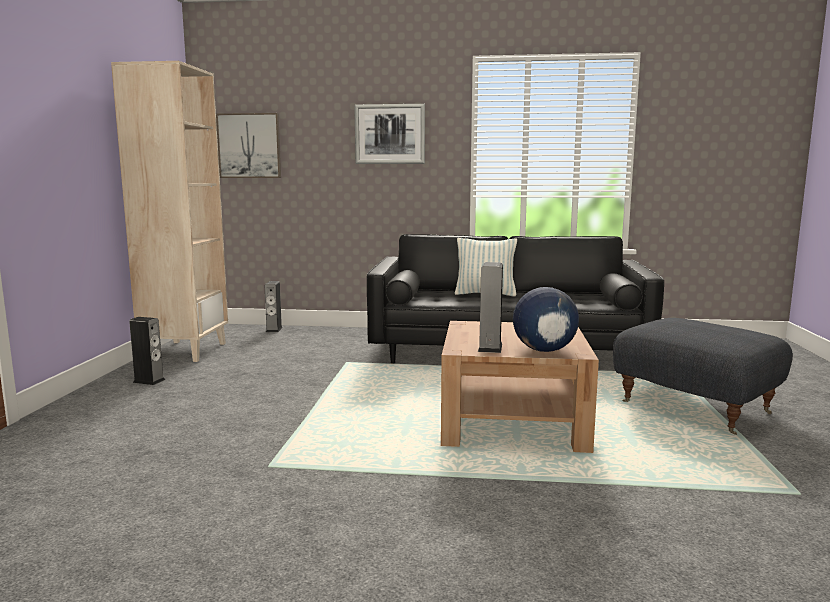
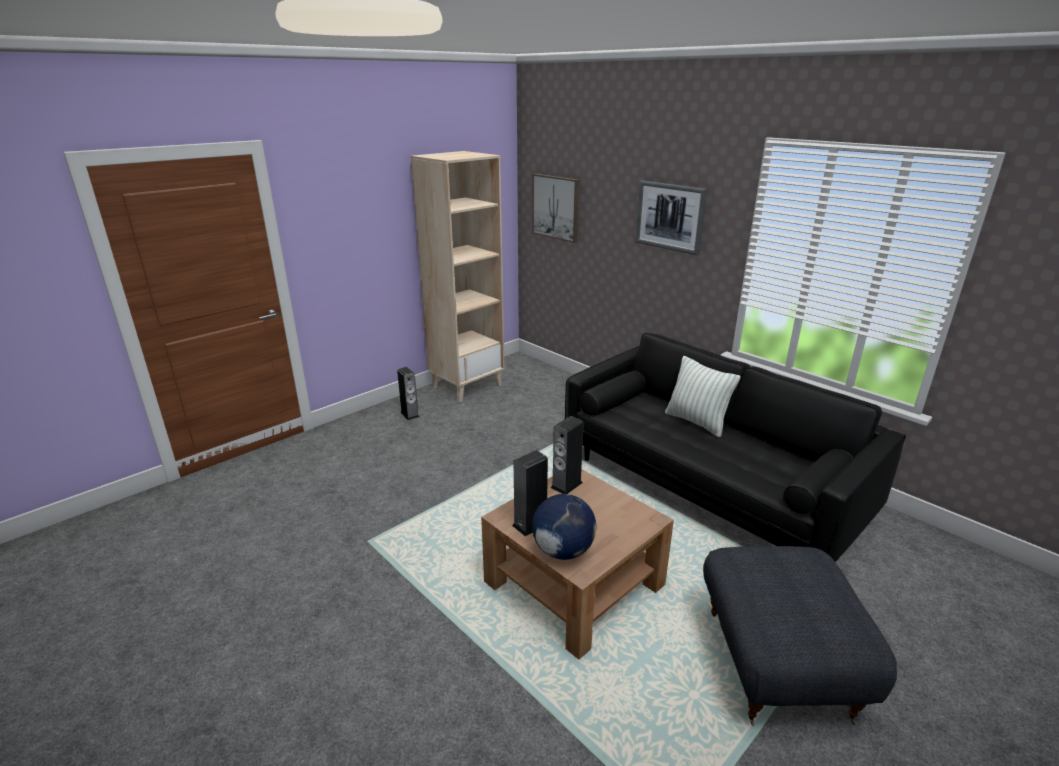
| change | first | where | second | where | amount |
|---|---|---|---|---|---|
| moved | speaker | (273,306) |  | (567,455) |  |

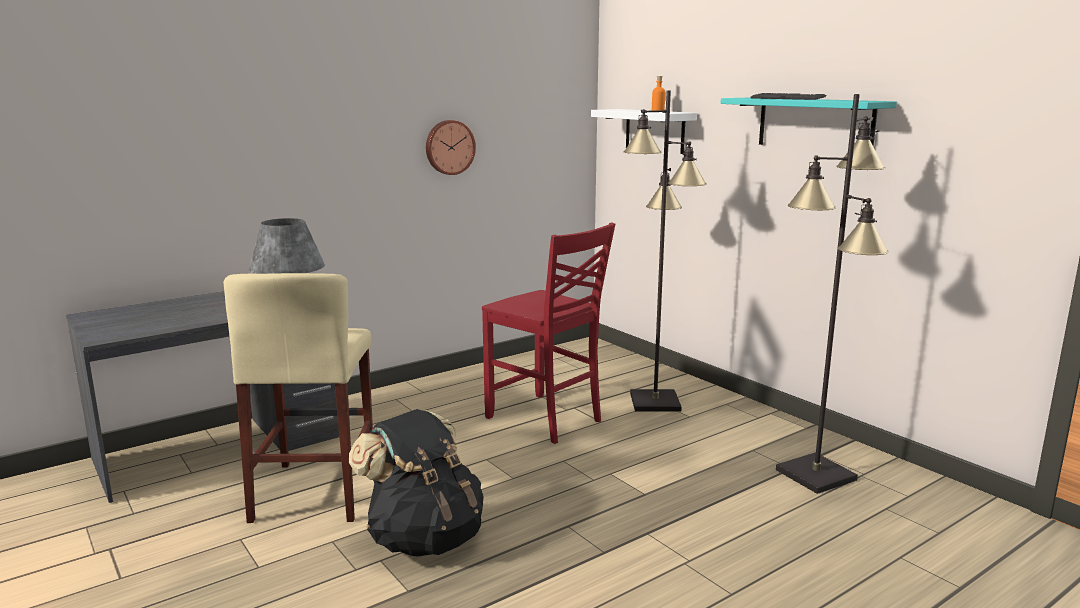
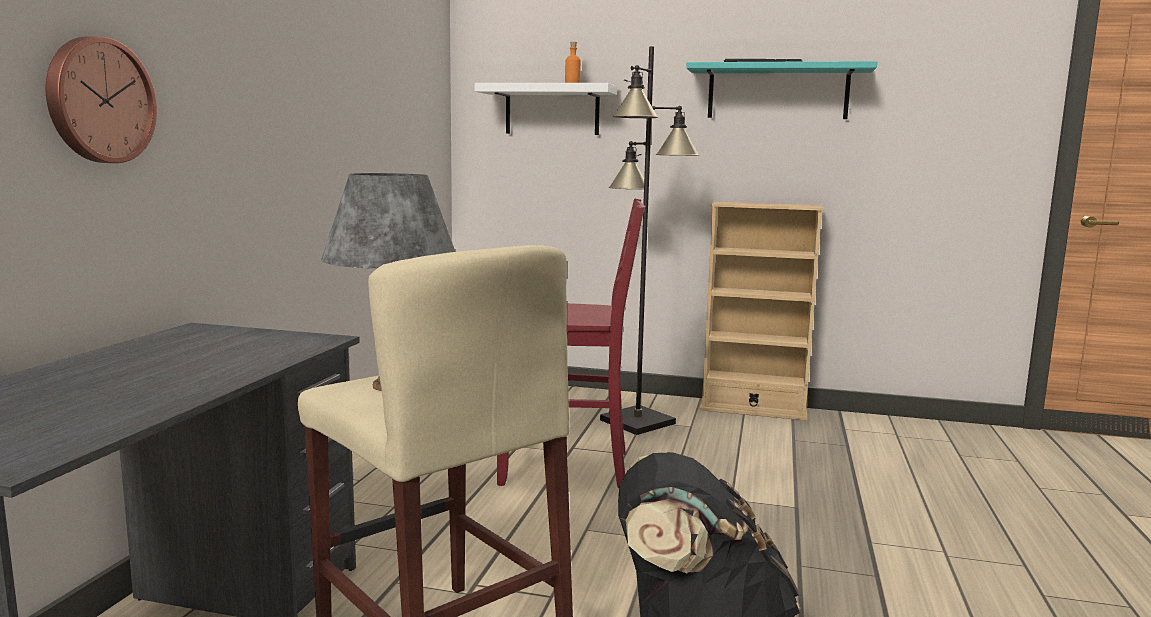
| change | first | where | second | where | amount |
|---|---|---|---|---|---|
| removed | black floor lamp | (832,294) |  |  |  |
| added |  |  | beige bookcase | (762,311) |  |
| moved | wall clock | (451,147) |  | (101,99) |  |

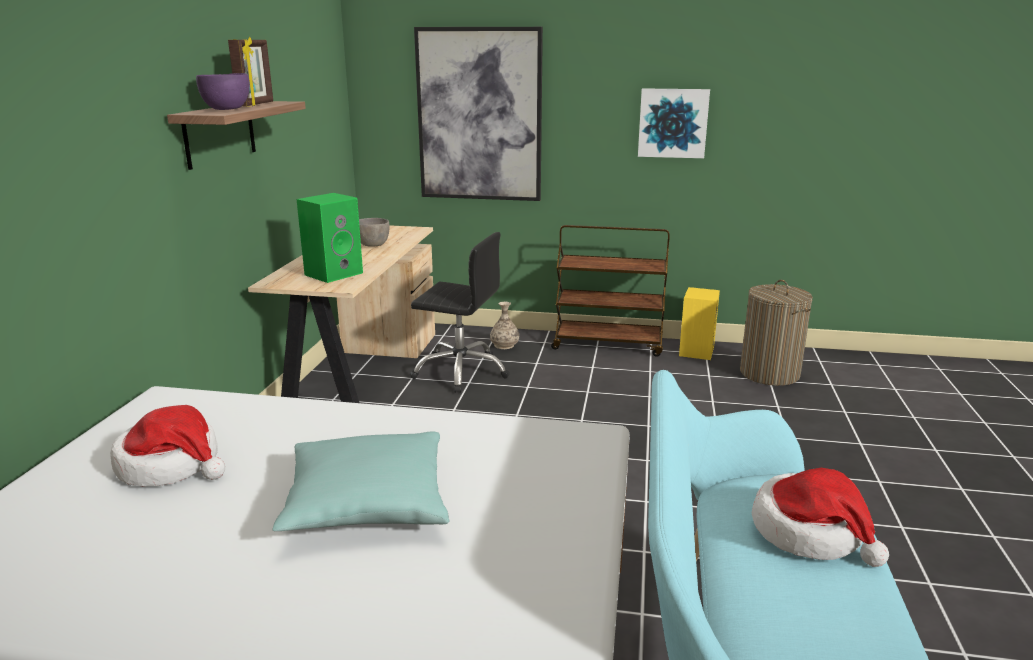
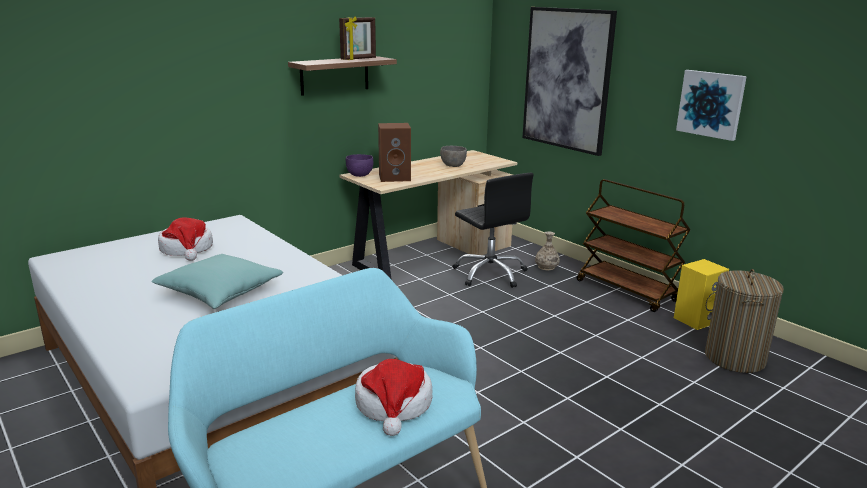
| change | first | where | second | where | amount |
|---|---|---|---|---|---|
| moved | purple bowl | (223,91) |  | (359,165) |  |
| recoloured | green speaker | (329,238) | brown speaker | (394,152) |  |

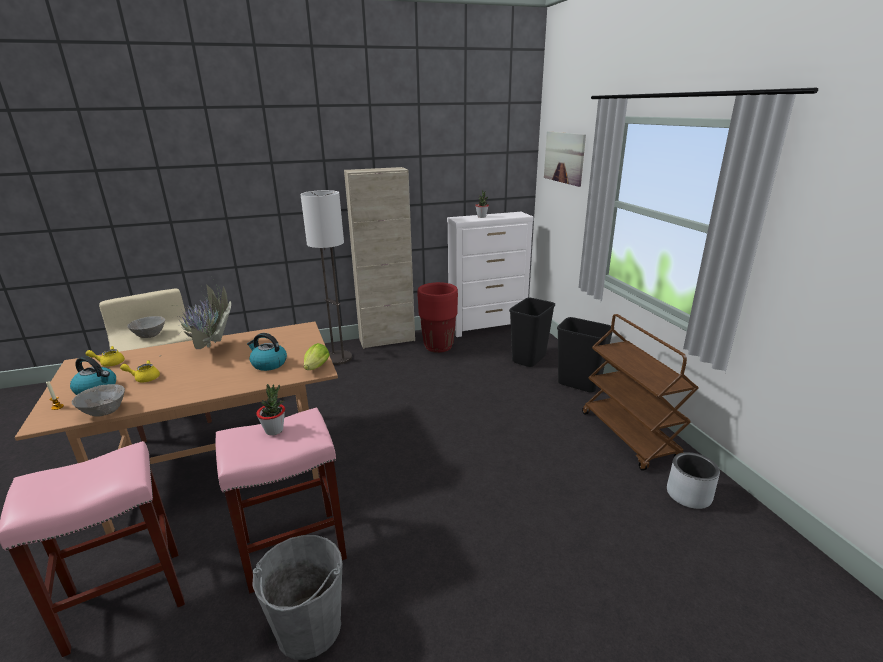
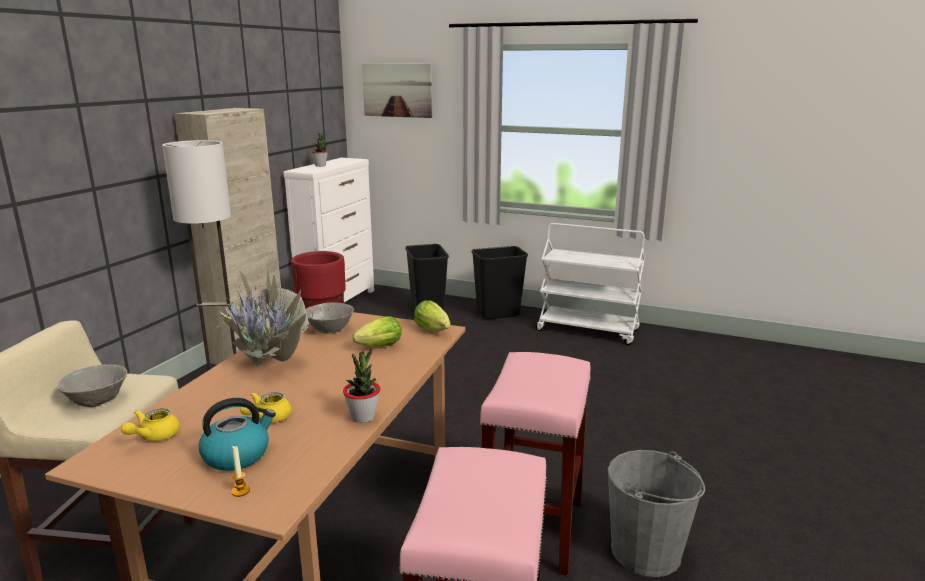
| change | first | where | second | where | amount |
|---|---|---|---|---|---|
| removed | grey planter | (693,480) |  |  |  |
| moved | grey bowl | (98,400) |  | (330,318) |  |
| moved | potted plant | (270,409) |  | (361,385) |  |
| replaced | kettle | (267,352) | lettuce | (377,331) |  |
| recoloured | brown cart | (640,392) | white cart | (590,284) |  |

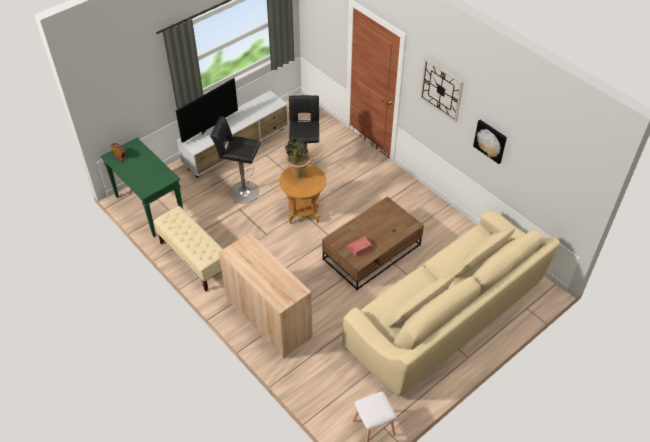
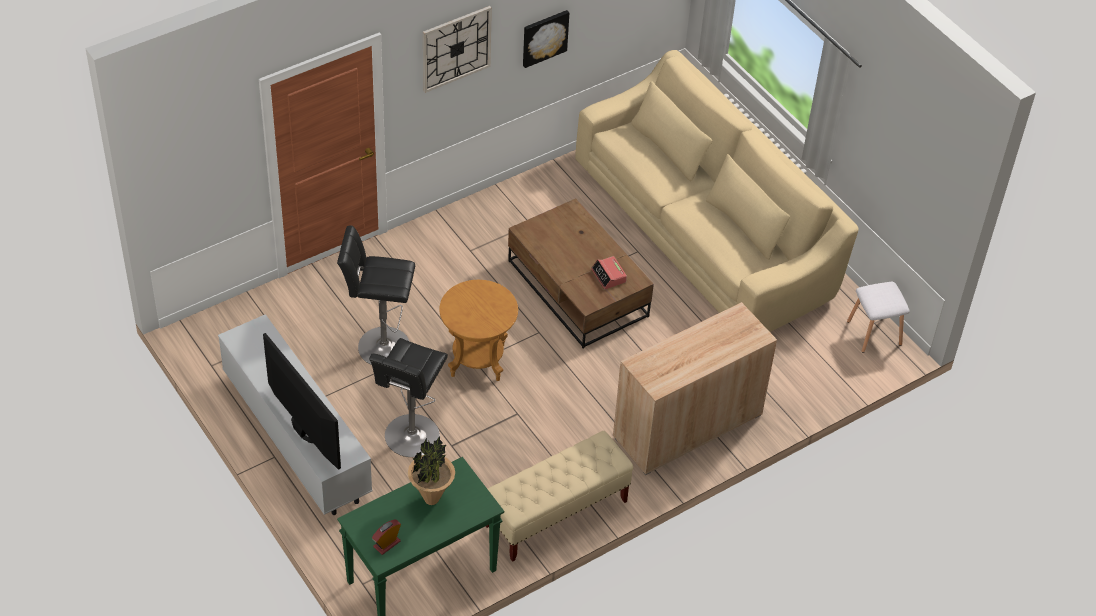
| change | first | where | second | where | amount |
|---|---|---|---|---|---|
| moved | potted plant | (297,158) |  | (431,470) |  |

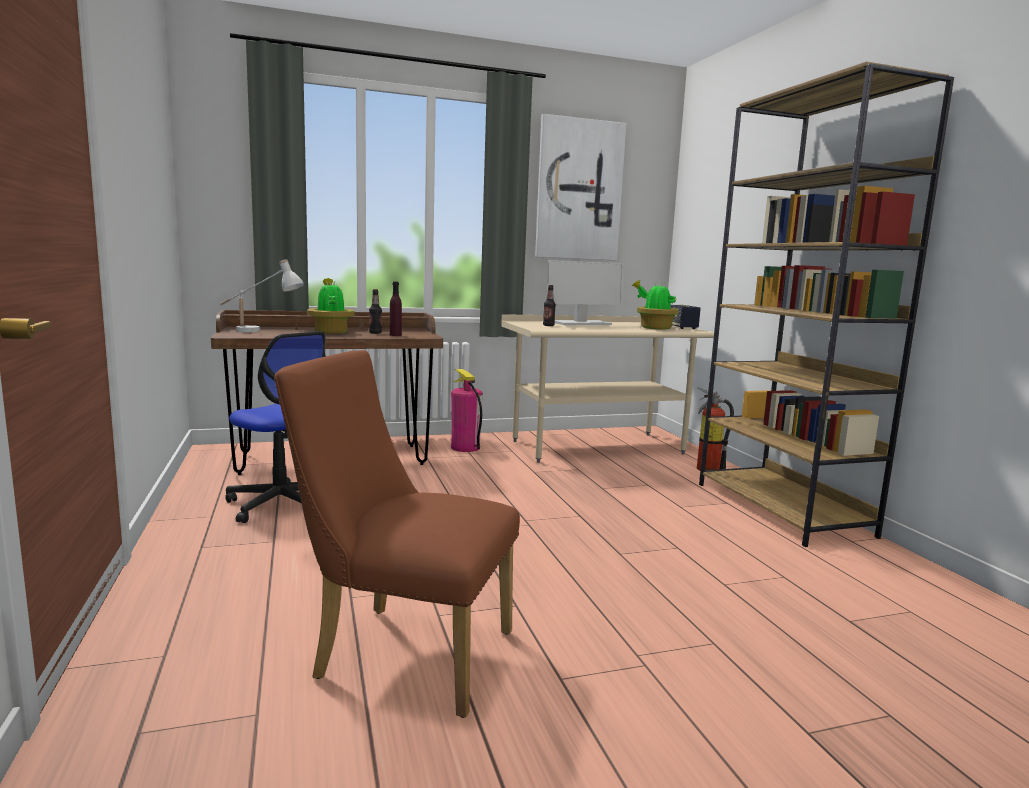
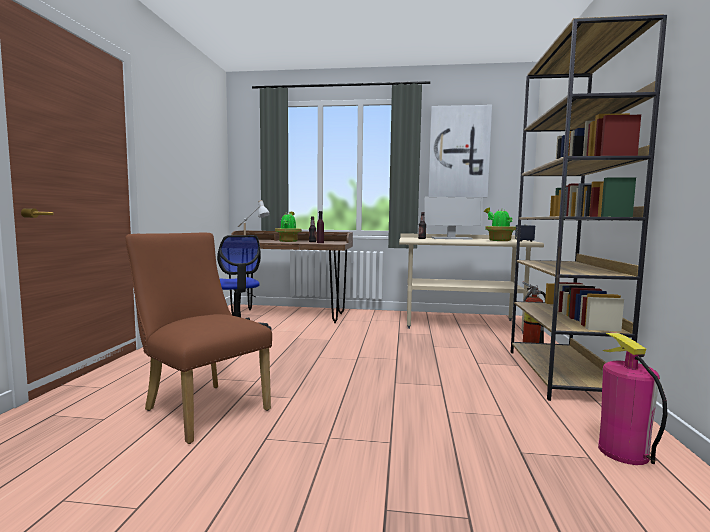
| change | first | where | second | where | amount |
|---|---|---|---|---|---|
| moved | fire extinguisher | (467,410) |  | (632,399) |  |

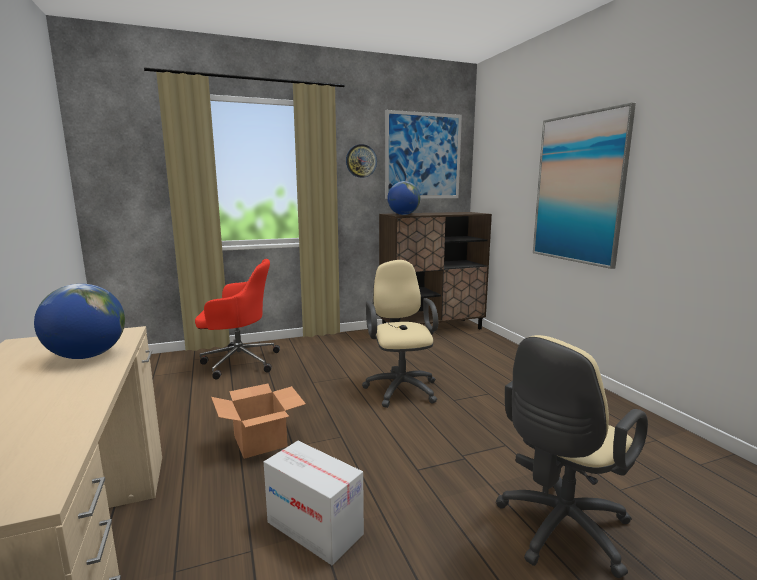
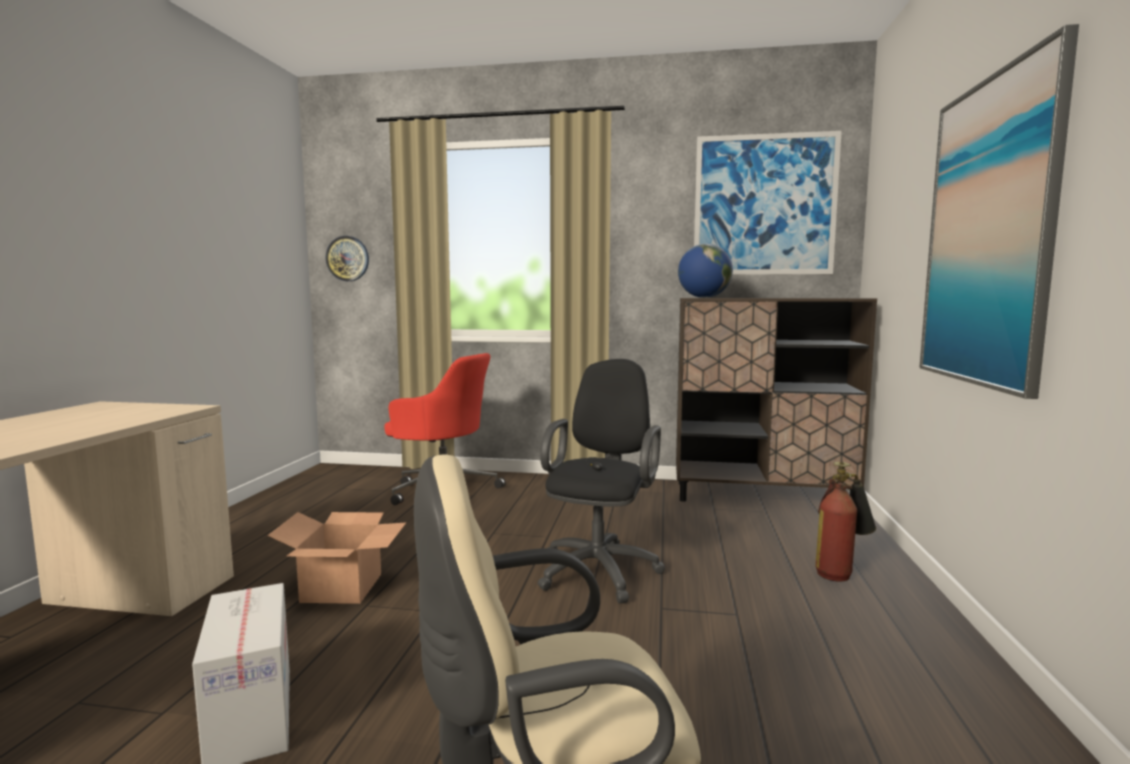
| change | first | where | second | where | amount |
|---|---|---|---|---|---|
| removed | globe | (79,321) |  |  |  |
| added |  |  | fire extinguisher | (845,521) |  |
| moved | wall clock | (361,161) |  | (347,258) |  |
| recoloured | beige office chair | (400,334) | black office chair | (601,481) |  |

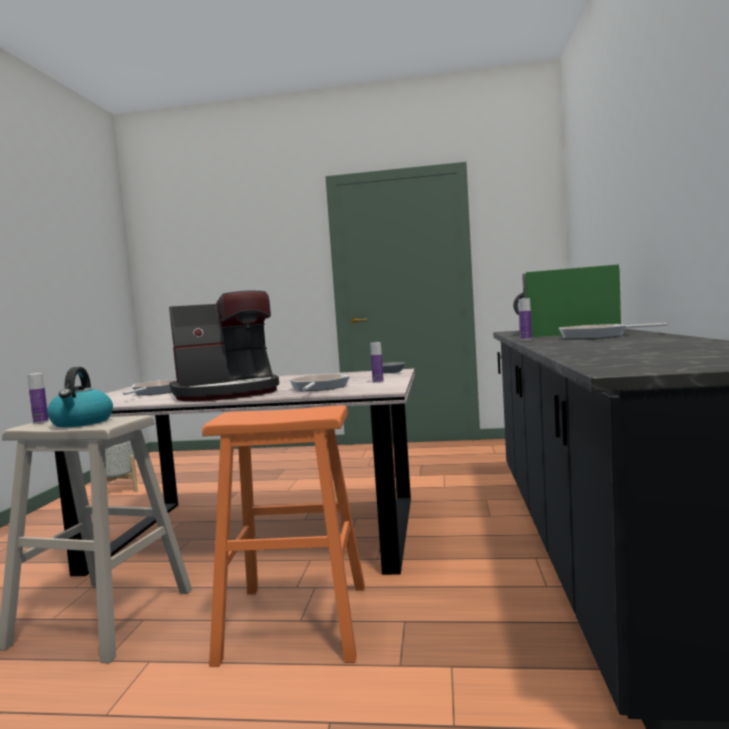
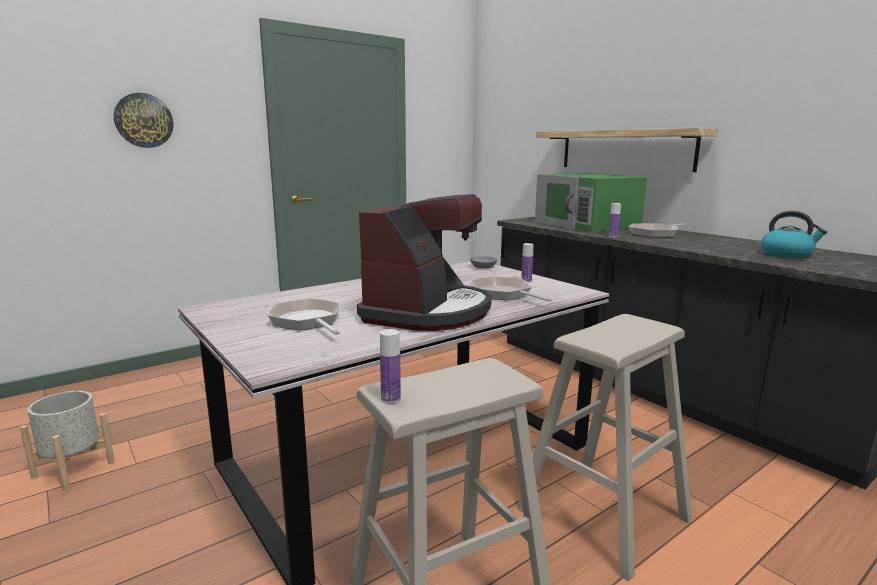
| change | first | where | second | where | amount |
|---|---|---|---|---|---|
| added |  |  | wall clock | (143,120) |  |
| added |  |  | shelf | (627,150) |  |
| moved | kettle | (80,397) |  | (794,234) |  |
| recoloured | orange stool | (283,536) | beige stool | (604,447) |  |

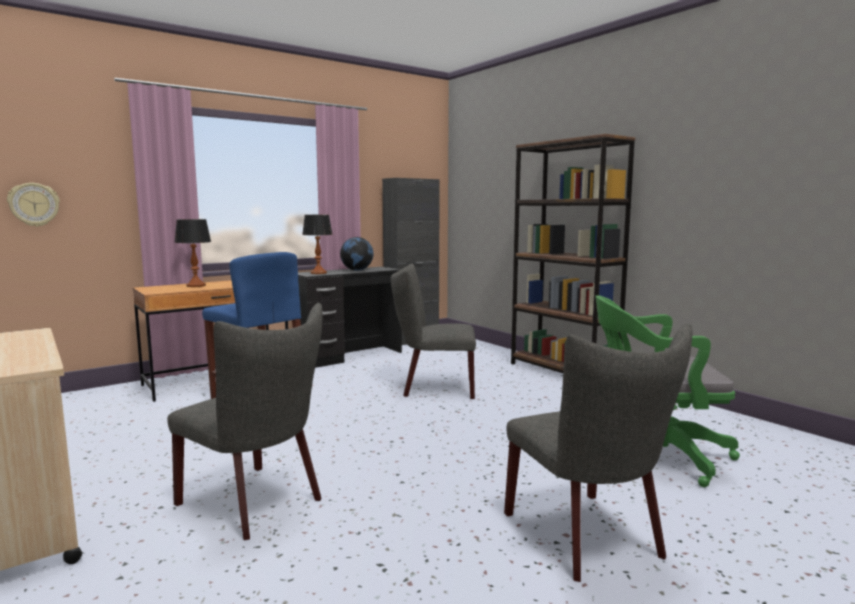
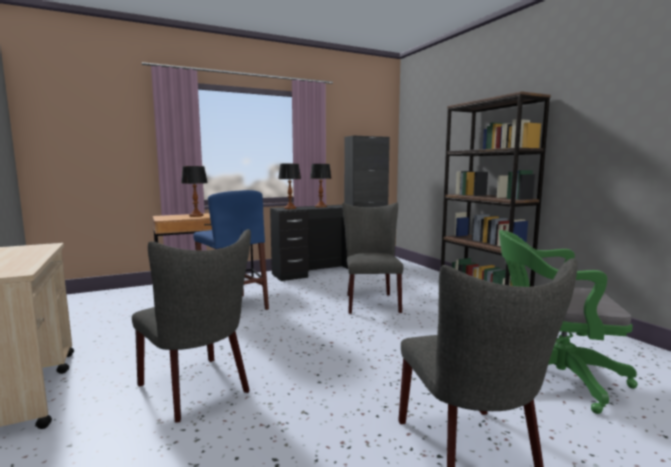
| change | first | where | second | where | amount |
|---|---|---|---|---|---|
| removed | wall clock | (33,205) |  |  |  |
| replaced | globe | (357,254) | table lamp | (321,186) |  |
| turned | grey chair | (433,331) |  | (373,258) | 75 degrees clockwise |

